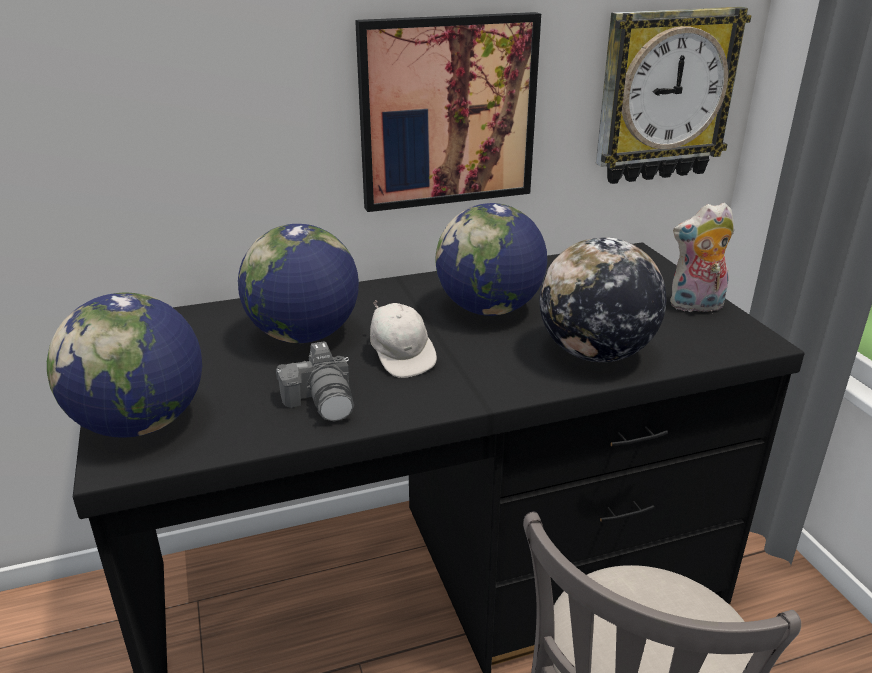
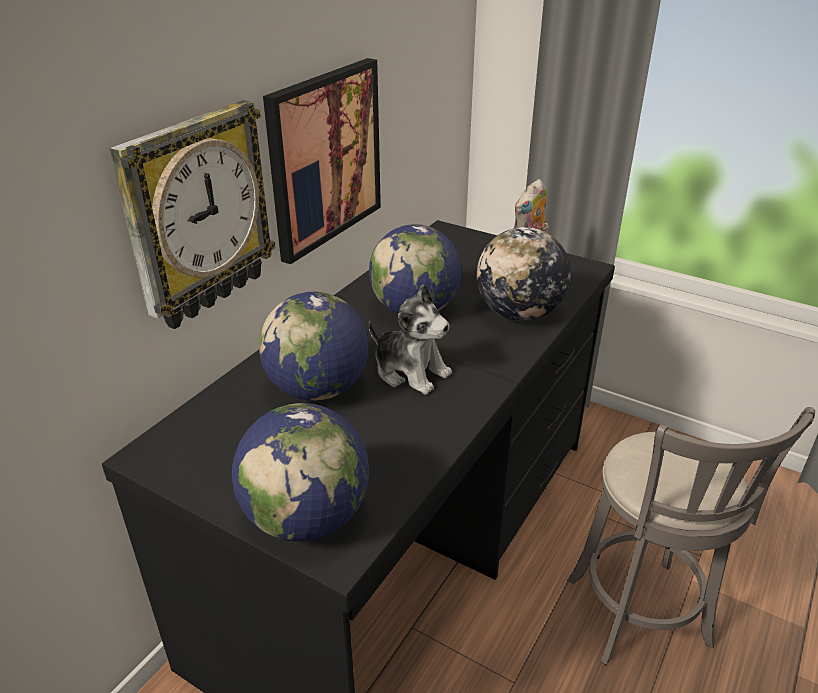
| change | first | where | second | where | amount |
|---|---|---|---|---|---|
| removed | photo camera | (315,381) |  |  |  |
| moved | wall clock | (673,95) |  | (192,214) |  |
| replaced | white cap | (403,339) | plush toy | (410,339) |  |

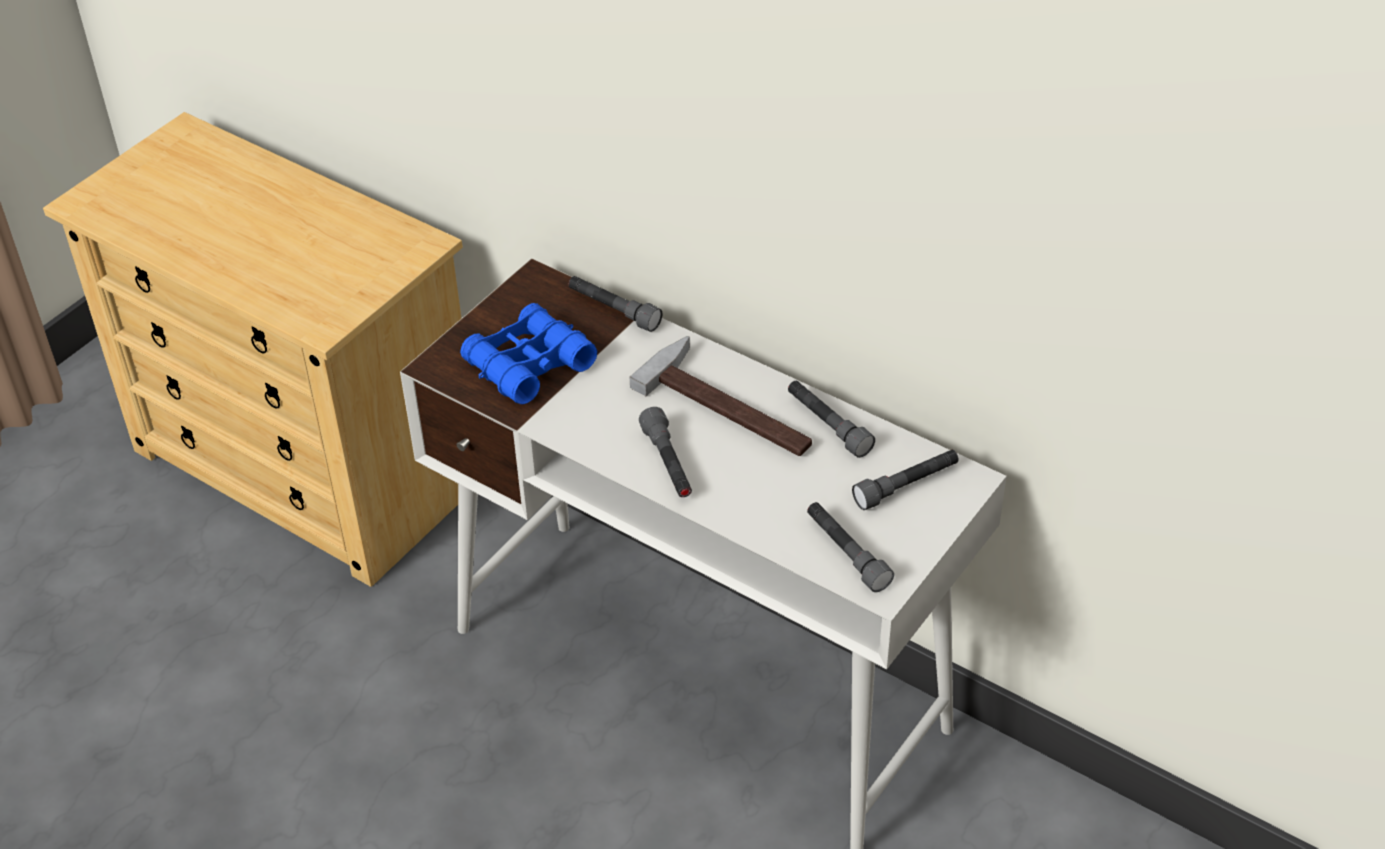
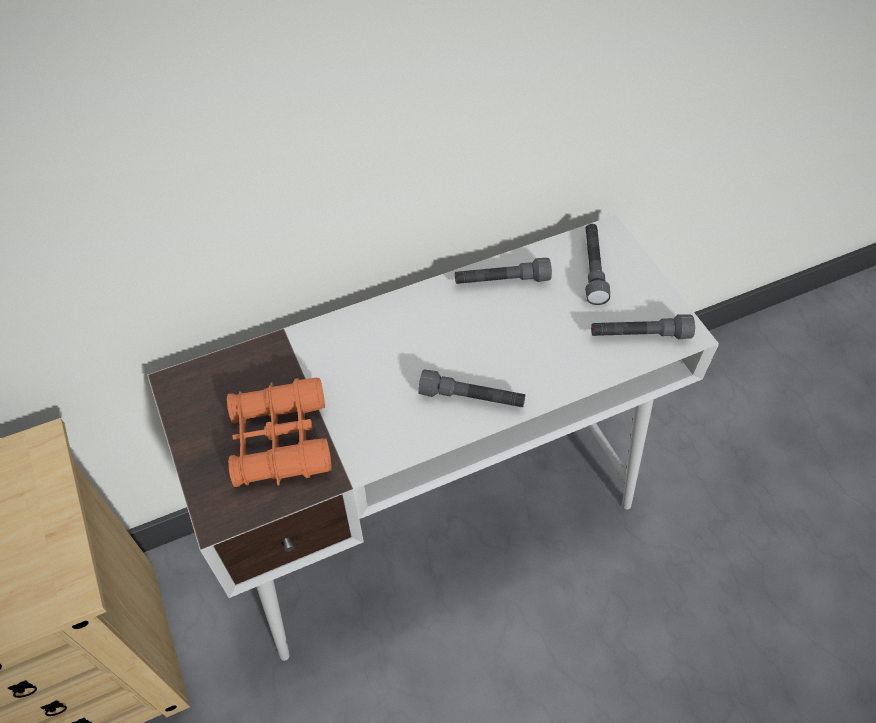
| change | first | where | second | where | amount |
|---|---|---|---|---|---|
| removed | grey flashlight | (615,304) |  |  |  |
| removed | hammer | (721,396) |  |  |  |
| recoloured | blue binoculars | (528,353) | orange binoculars | (279,432) |  |

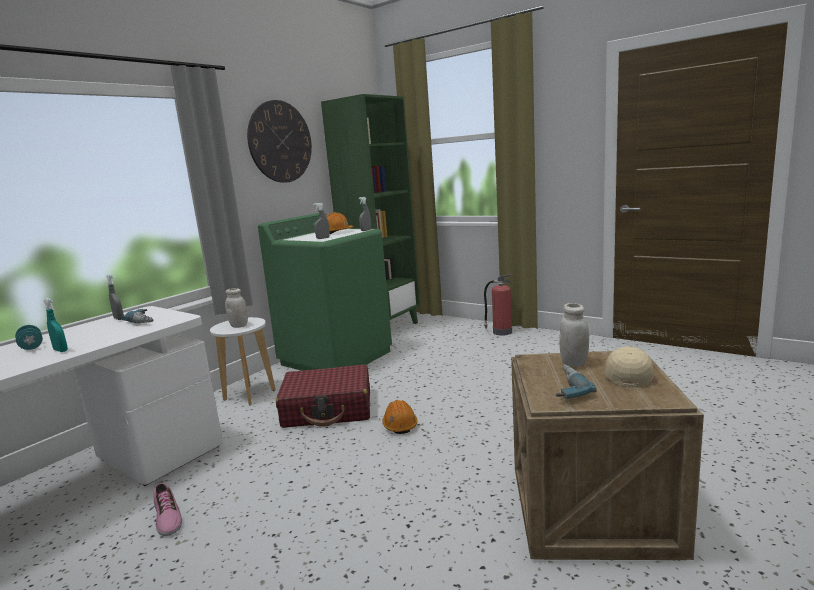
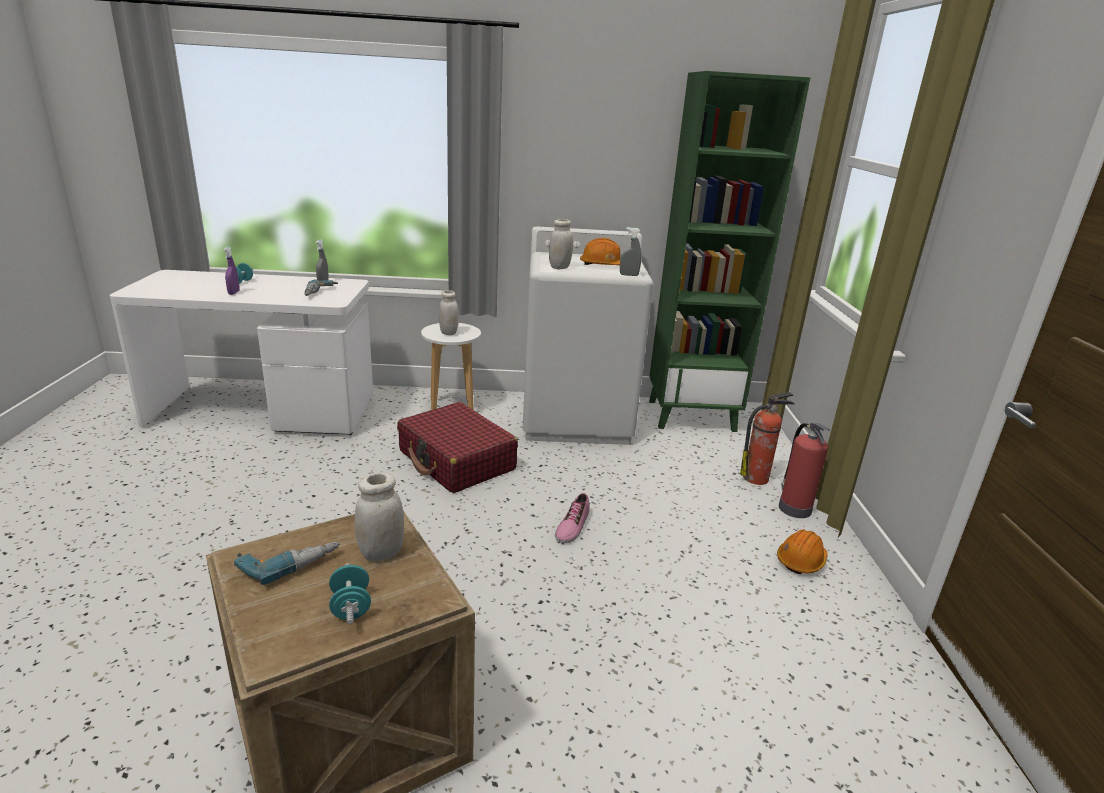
| change | first | where | second | where | amount |
|---|---|---|---|---|---|
| removed | wall clock | (279,141) |  |  |  |
| added |  |  | fire extinguisher | (767,438) |  |
| moved | shoe | (168,509) |  | (572,518) |  |
| moved | orange hard hat | (399,417) |  | (802,551) |  |
| replaced | grey spray bottle | (321,221) | white jar | (561,244) |  |
| replaced | beige cap | (630,367) | turquoise dumbbell | (350,593) |  |
| recoloured | turquoise spray bottle | (55,325) | purple spray bottle | (231,270) |  |
| recoloured | green washing machine | (325,292) | white washing machine | (588,336) |  |

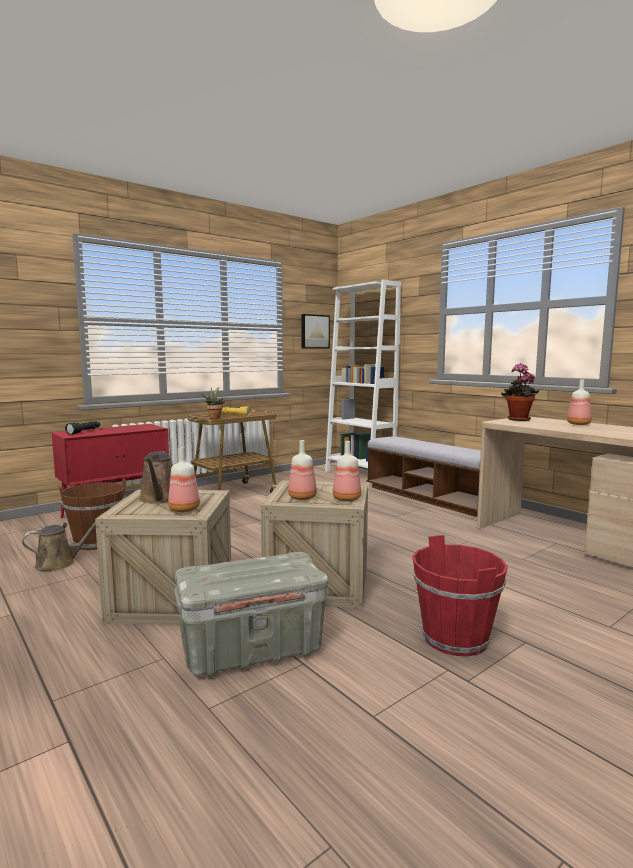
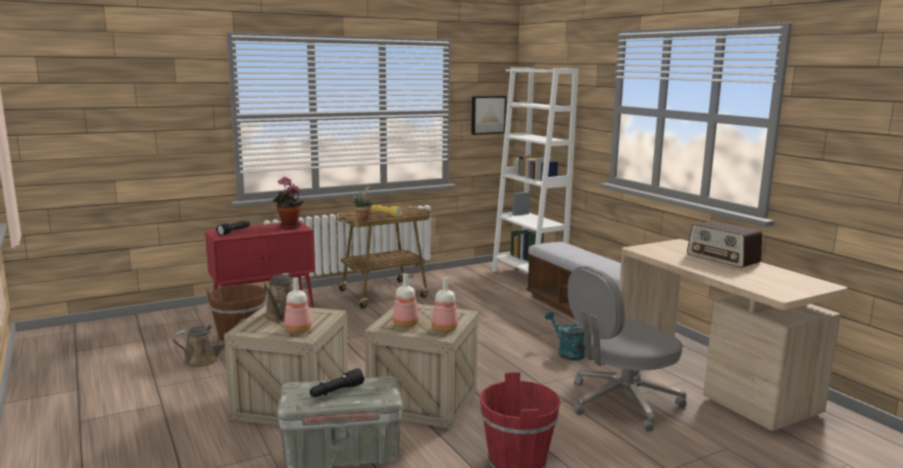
| change | first | where | second | where | amount |
|---|---|---|---|---|---|
| added |  |  | black flashlight | (337,382) |  |
| added |  |  | turquoise watering can | (565,336) |  |
| added |  |  | grey office chair | (627,349) |  |
| moved | potted plant | (520,392) |  | (288,203) |  |
| replaced | bottle | (579,402) | radio | (724,244) |  |

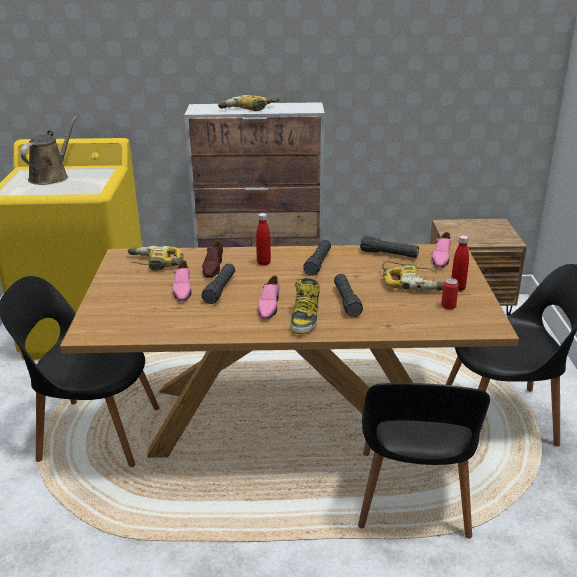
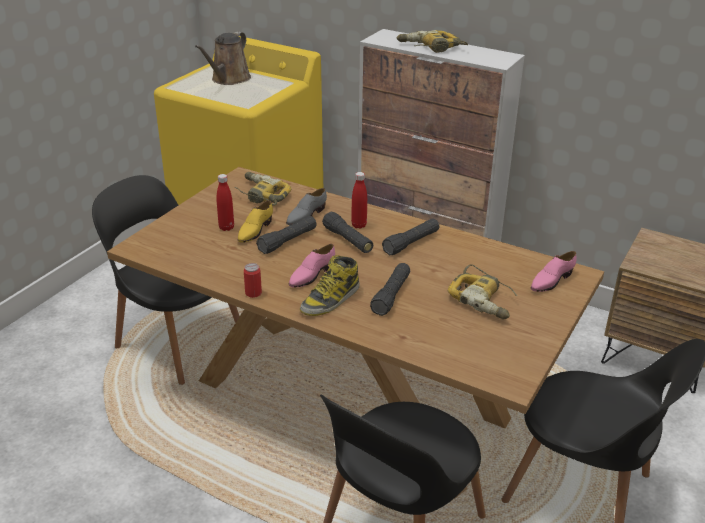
| change | first | where | second | where | amount |
|---|---|---|---|---|---|
| moved | black flashlight | (389,247) |  | (347,232) |  |
| moved | can | (450,293) |  | (253,280) |  |
| moved | red bottle | (460,263) |  | (225,202) |  |
| recoloured | pink shoe | (181,281) | yellow shoe | (255,221) |  |
| recoloured | brown shoe | (212,259) | grey shoe | (306,206) |  |
| turned | brown watering can | (48,151) |  | (223,58) | 150 degrees clockwise |

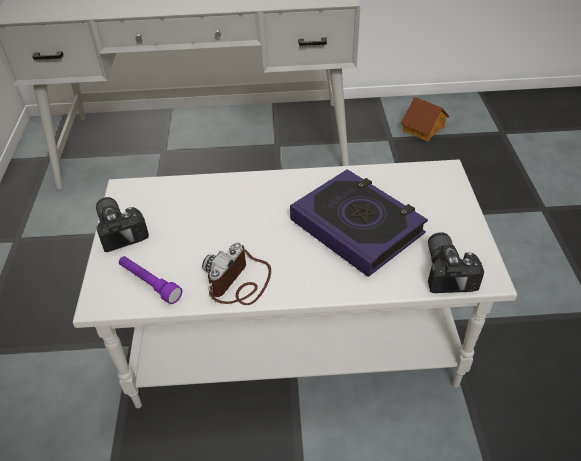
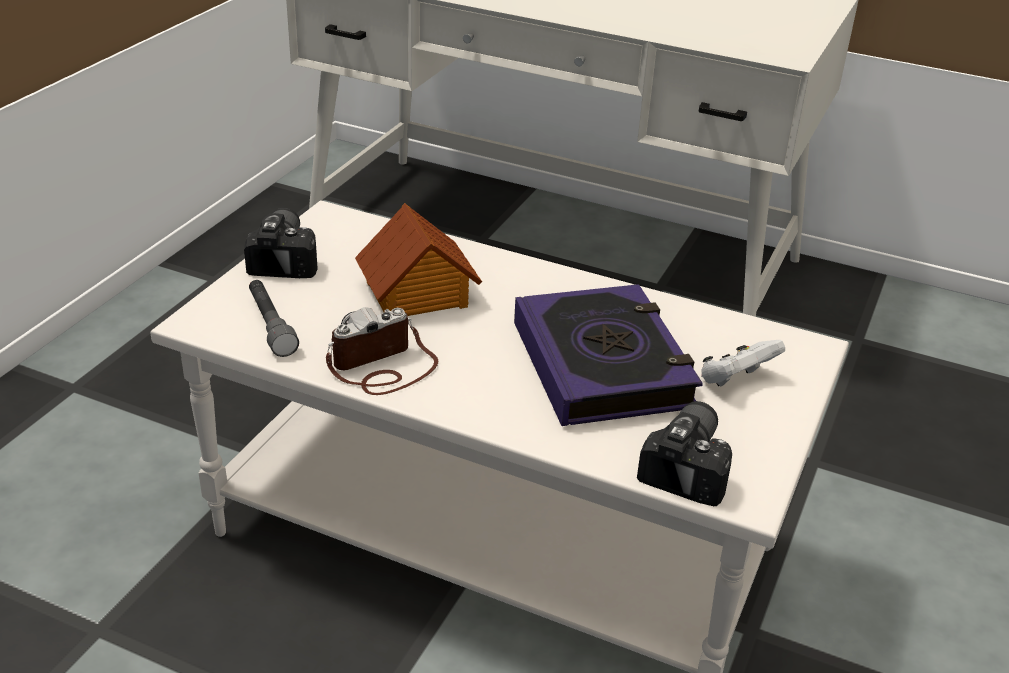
| change | first | where | second | where | amount |
|---|---|---|---|---|---|
| added |  |  | white game controller | (743,363) |  |
| moved | toy house | (425,119) |  | (418,259) |  |
| recoloured | purple flashlight | (150,280) | grey flashlight | (274,318) |  |

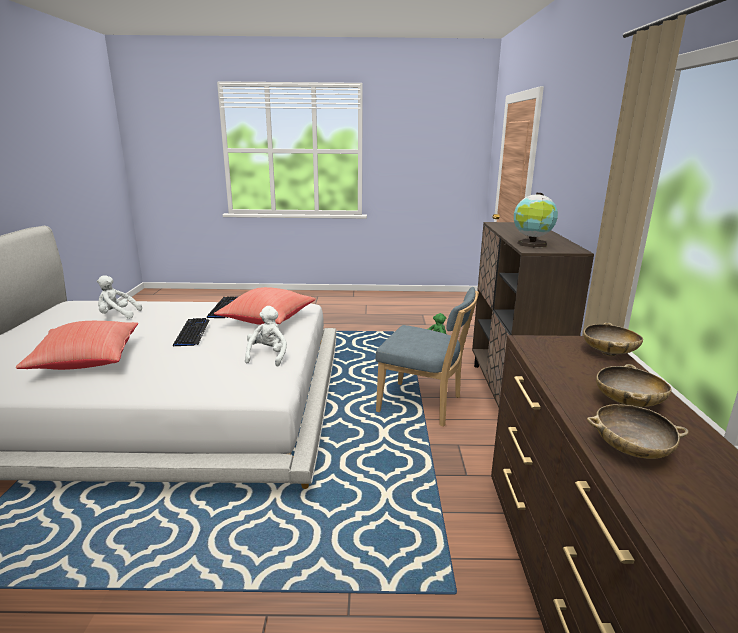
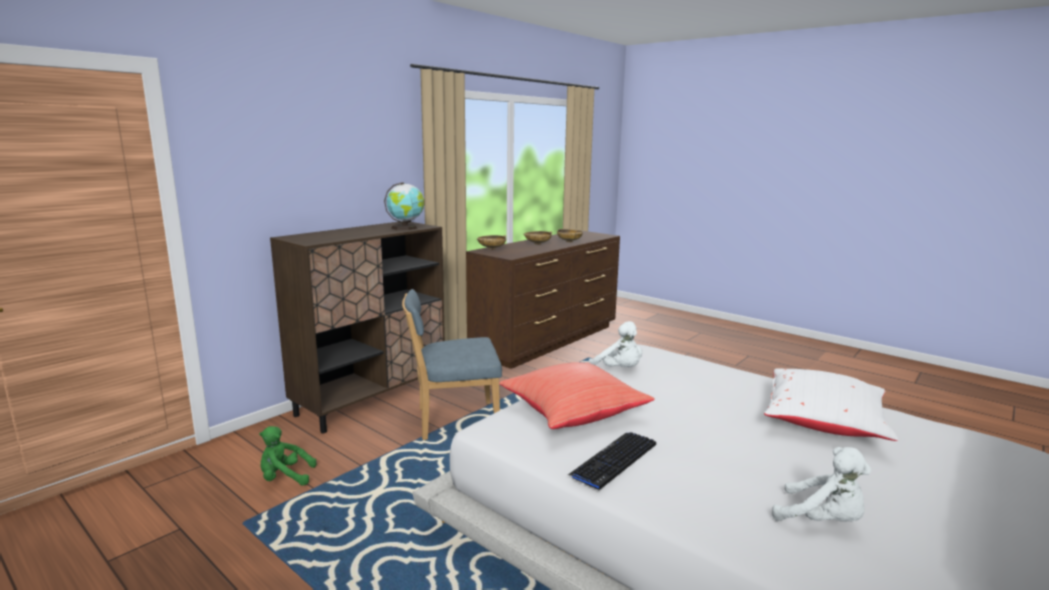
| change | first | where | second | where | amount |
|---|---|---|---|---|---|
| removed | keyboard | (191,332) |  |  |  |
| recoloured | red pillow | (77,345) | white pillow | (831,404) |  |
| turned | white plush toy | (266,336) |  | (615,344) | 90 degrees counterclockwise |
| turned | blue chair | (427,357) |  | (452,364) | 75 degrees counterclockwise |

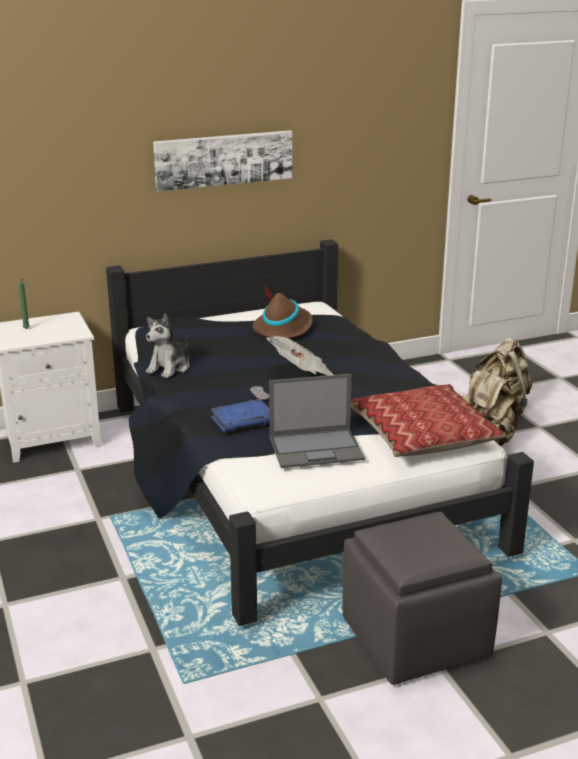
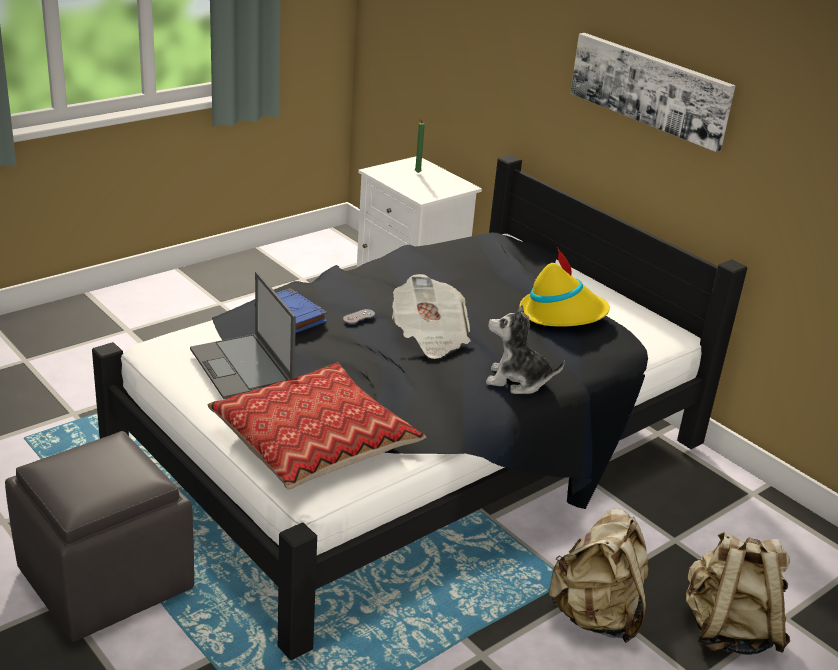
| change | first | where | second | where | amount |
|---|---|---|---|---|---|
| moved | plush toy | (167,346) |  | (525,349) |  |
| recoloured | brown hat | (283,312) | yellow hat | (564,287) |  |

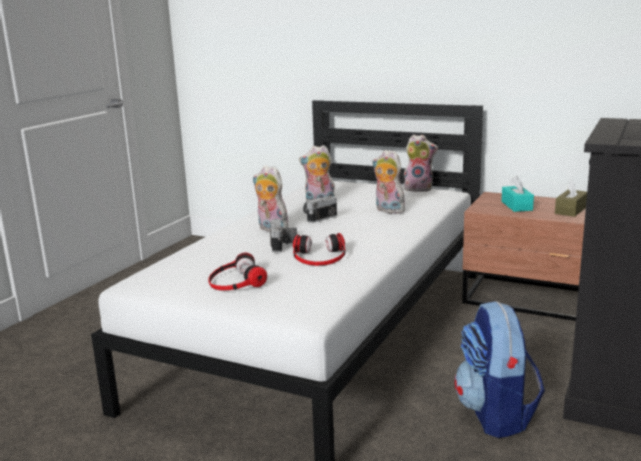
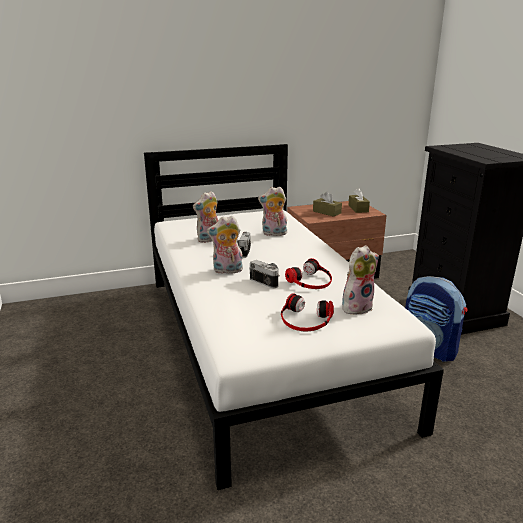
| change | first | where | second | where | amount |
|---|---|---|---|---|---|
| moved | plush toy | (421,163) |  | (360,279) |  |
| recoloured | turquoise tissue box | (518,194) | brown tissue box | (327,204) |  |

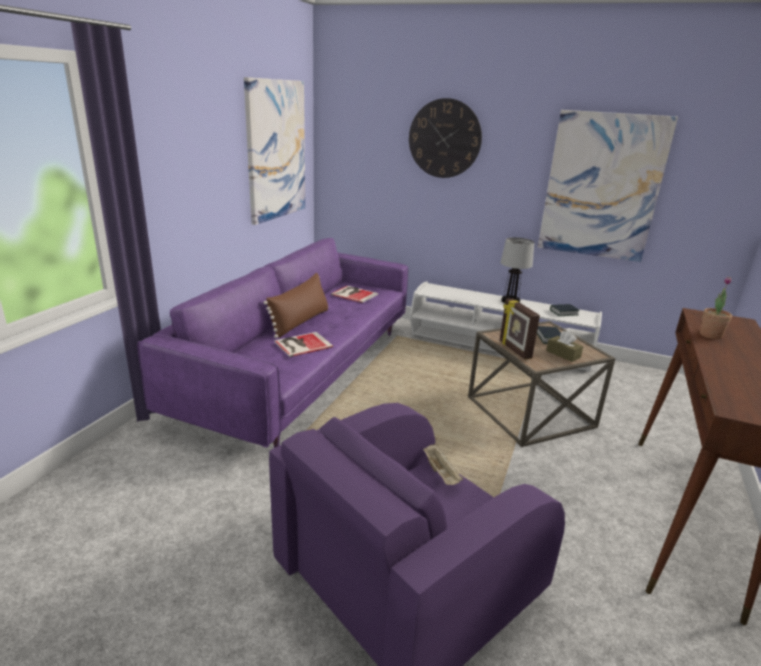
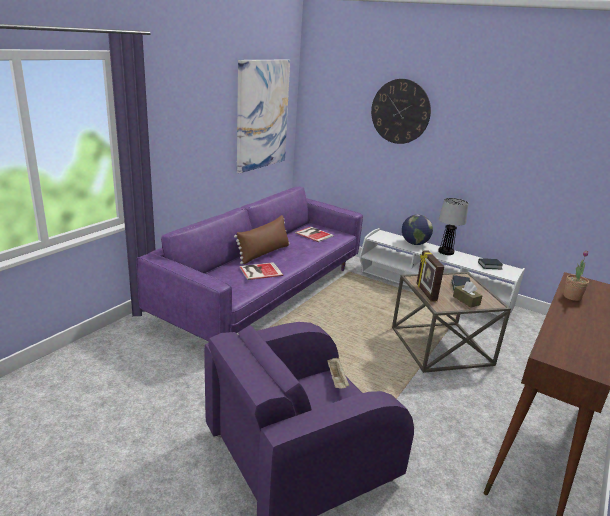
| change | first | where | second | where | amount |
|---|---|---|---|---|---|
| removed | picture | (608,186) |  |  |  |
| added |  |  | globe | (417,229) |  |

